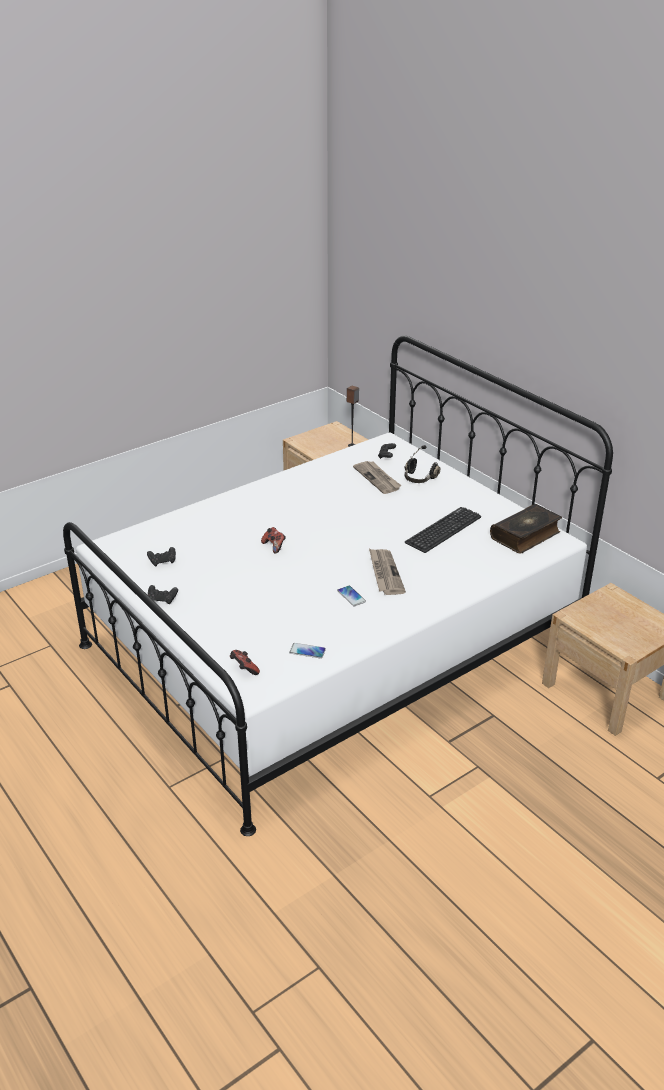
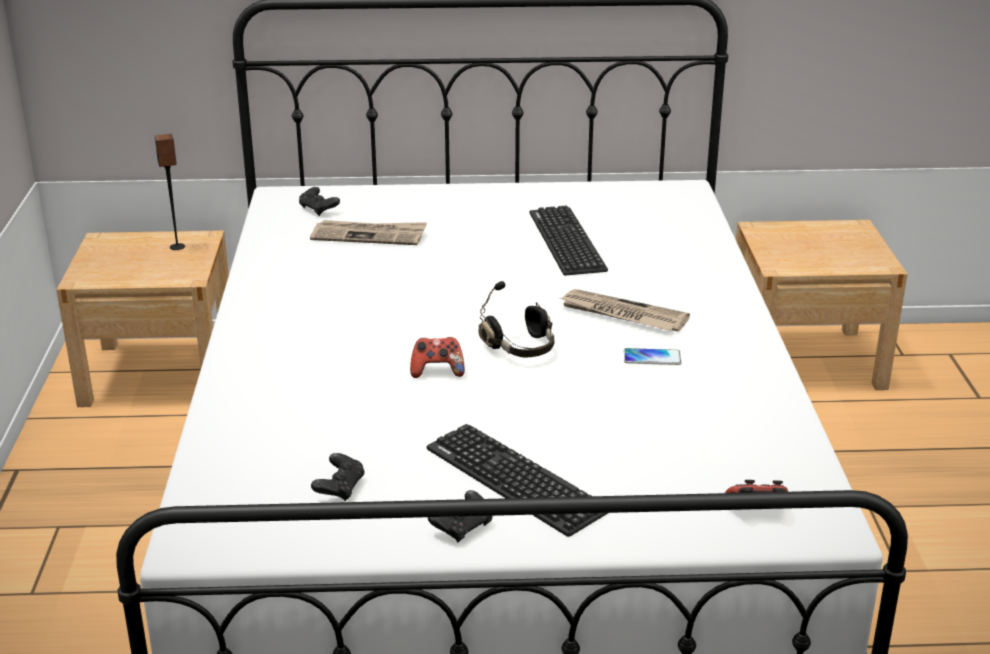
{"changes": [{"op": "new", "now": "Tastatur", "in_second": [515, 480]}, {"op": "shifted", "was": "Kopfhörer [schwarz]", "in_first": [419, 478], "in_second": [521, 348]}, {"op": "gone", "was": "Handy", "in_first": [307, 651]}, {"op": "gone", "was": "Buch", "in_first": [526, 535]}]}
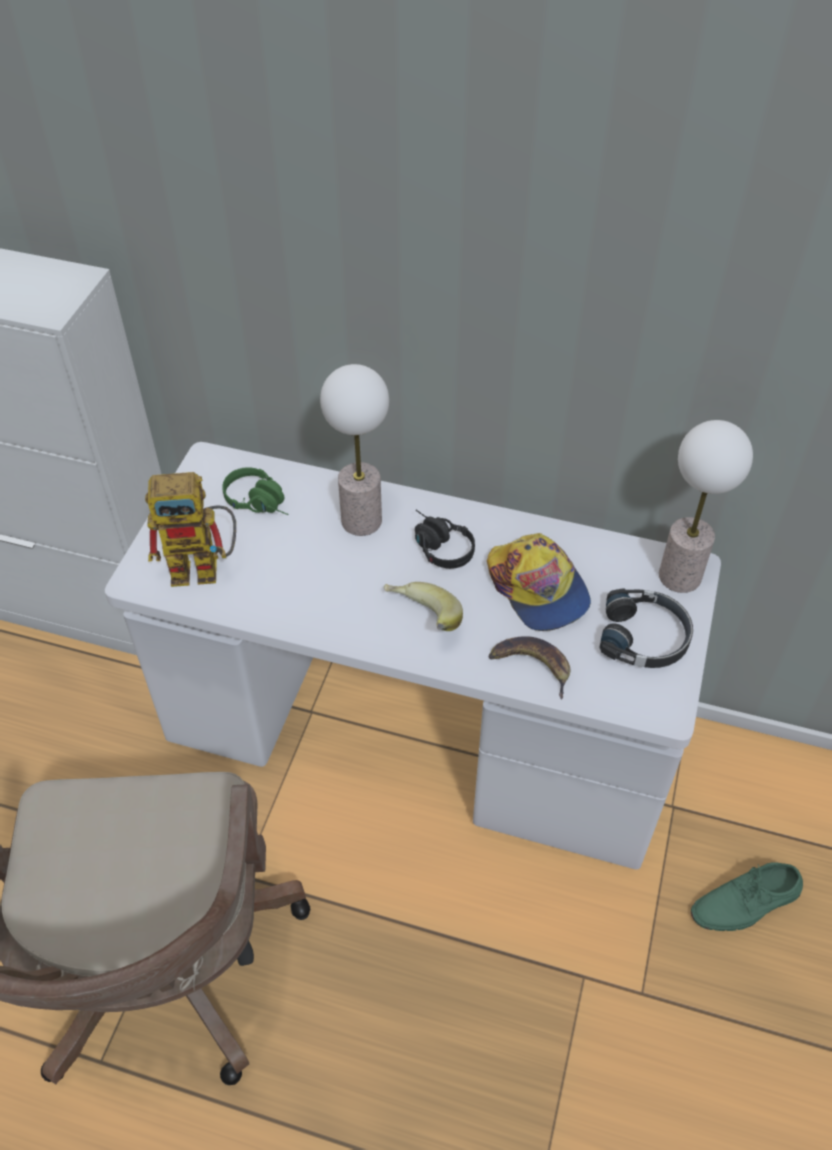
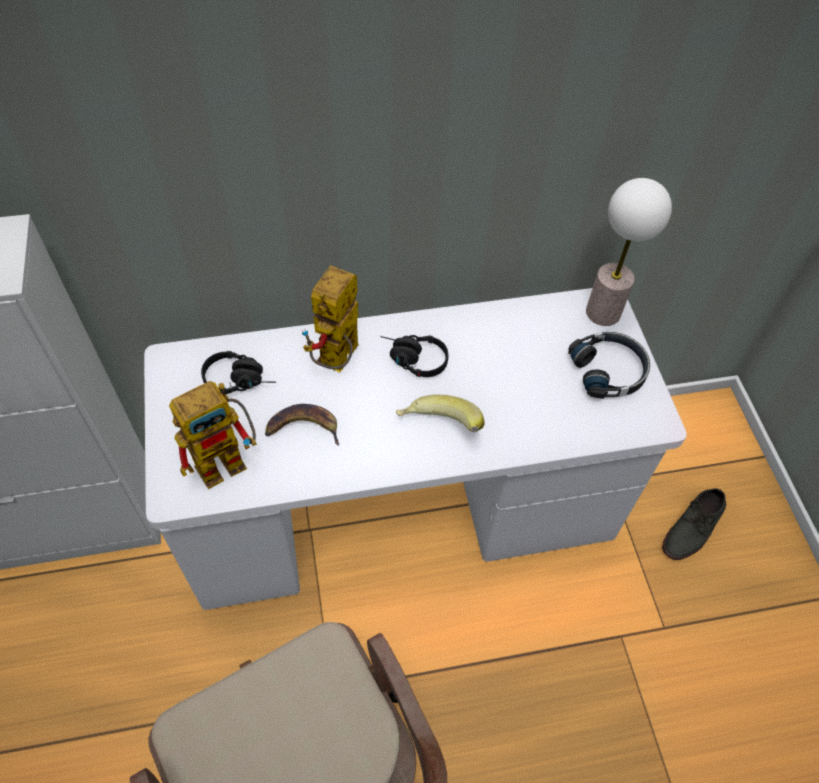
{"changes": [{"op": "repainted", "was": "Kopfhörer [grün]", "now": "Kopfhörer [schwarz]", "in_first": [261, 503], "in_second": [241, 380]}, {"op": "shifted", "was": "Banane", "in_first": [532, 665], "in_second": [304, 427]}, {"op": "swapped", "was": "Tischlampe", "now": "Spielzeugroboter", "in_first": [361, 521], "in_second": [337, 363]}, {"op": "repainted", "was": "Schuh [grün]", "now": "Schuh [grau]", "in_first": [746, 903], "in_second": [693, 528]}, {"op": "gone", "was": "Kappe", "in_first": [538, 588]}]}
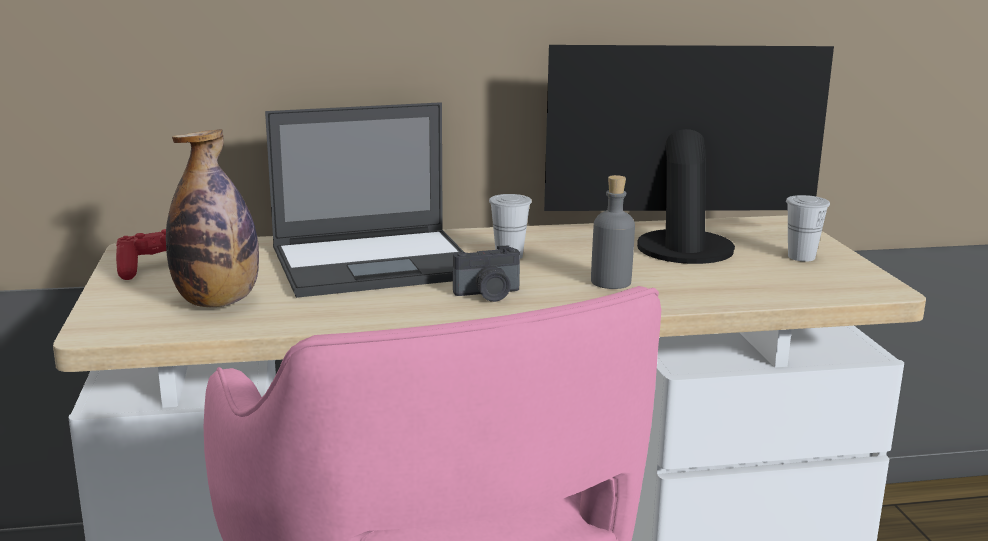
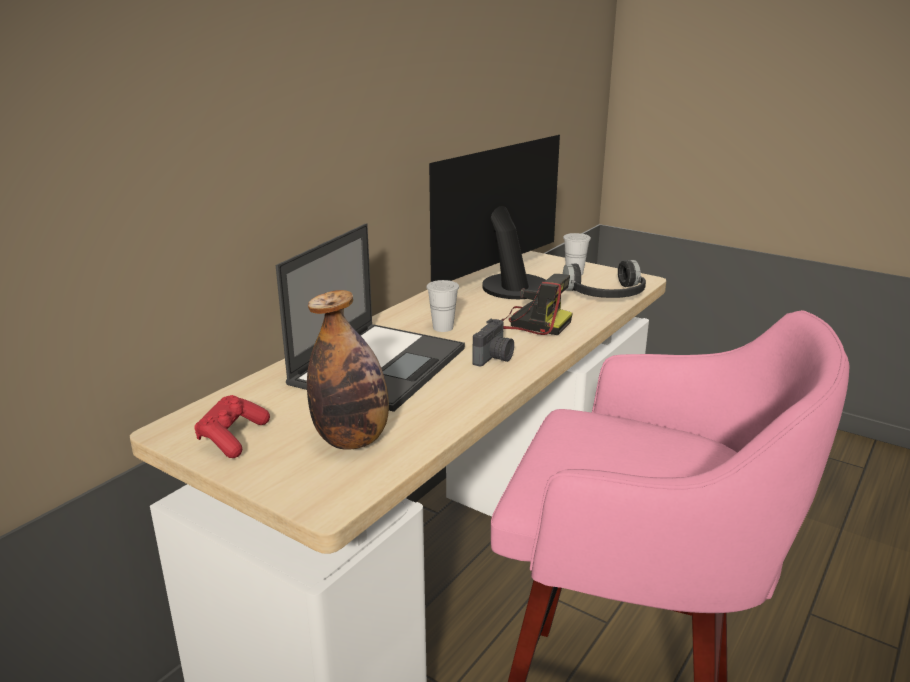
{"changes": [{"op": "swapped", "was": "Flasche [grau]", "now": "Kamera", "in_first": [611, 282], "in_second": [532, 323]}, {"op": "new", "now": "Kopfhörer [schwarz]", "in_second": [606, 294]}]}
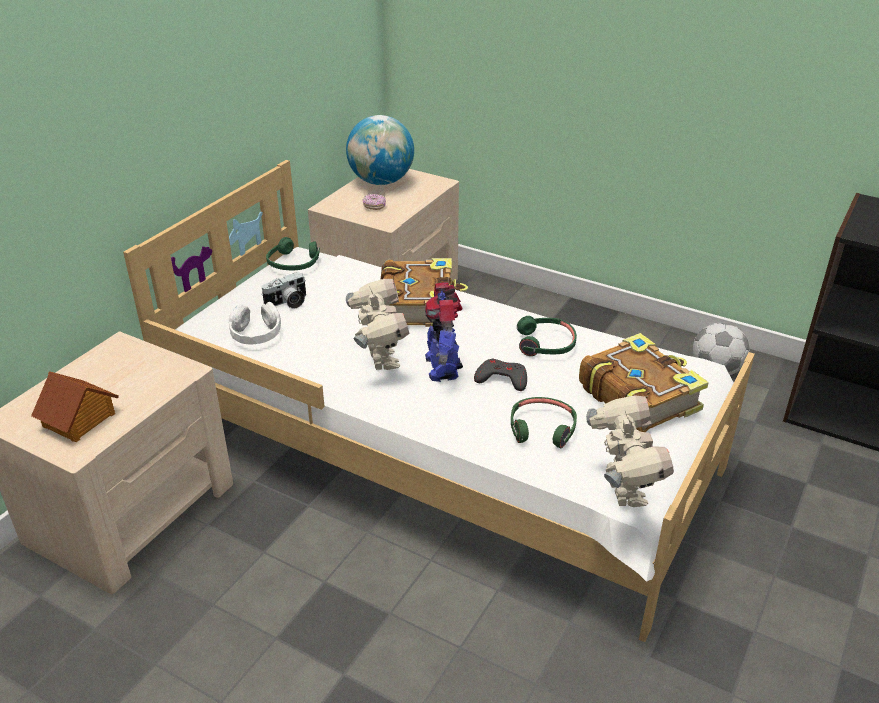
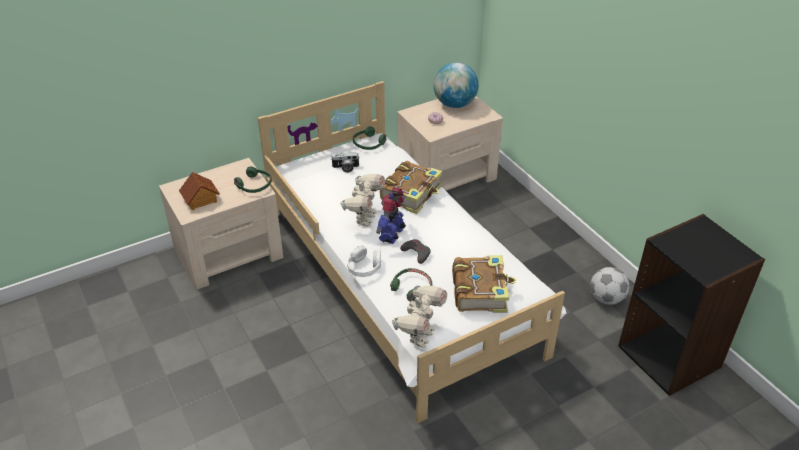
{"changes": [{"op": "shifted", "was": "Kopfhörer [grün]", "in_first": [546, 344], "in_second": [254, 185]}, {"op": "shifted", "was": "Kopfhörer [weiß]", "in_first": [256, 334], "in_second": [364, 267]}]}
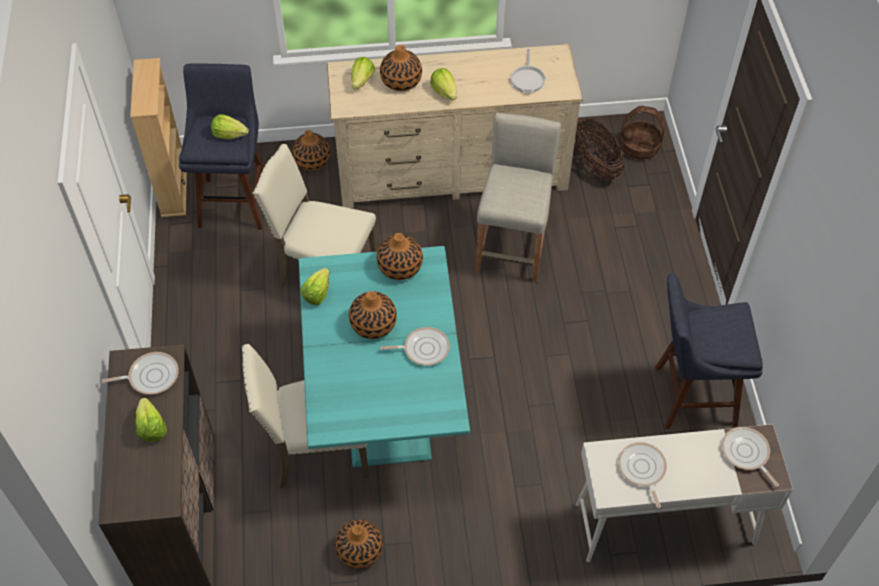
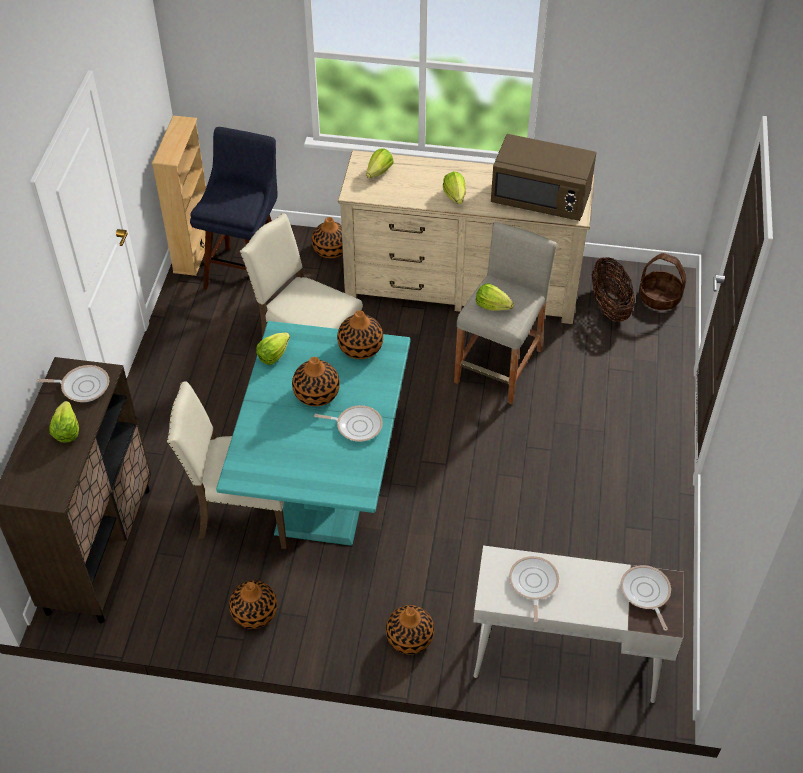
{"changes": [{"op": "shifted", "was": "Vase", "in_first": [401, 81], "in_second": [409, 637]}, {"op": "shifted", "was": "Salatkopf", "in_first": [229, 135], "in_second": [492, 306]}, {"op": "swapped", "was": "Pfanne", "now": "Mikrowelle [braun]", "in_first": [528, 79], "in_second": [541, 199]}, {"op": "gone", "was": "Hocker [blau]", "in_first": [688, 396]}]}
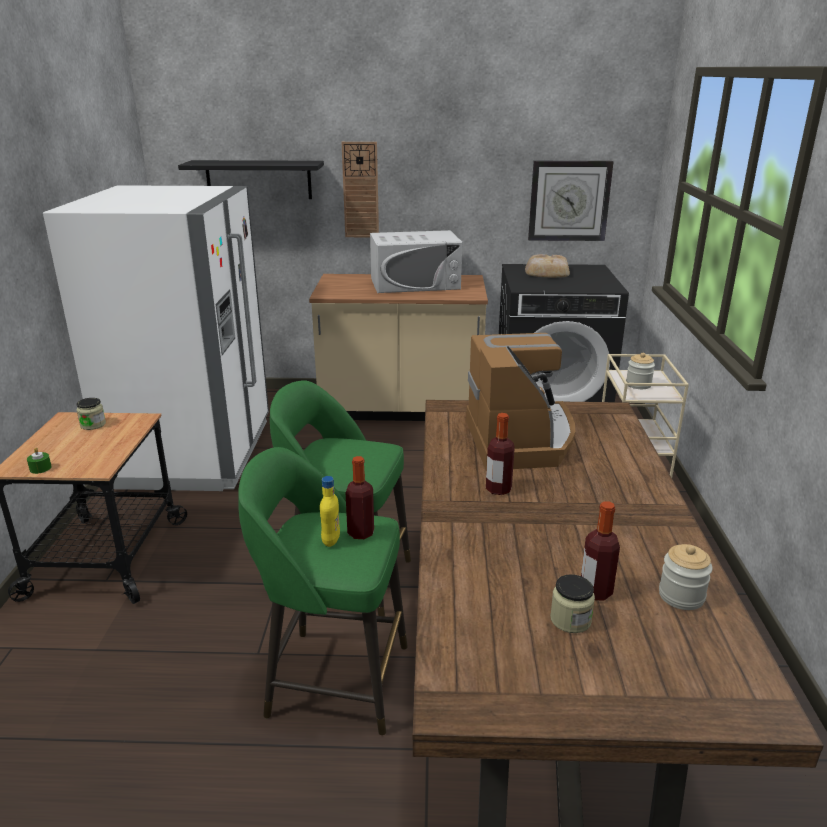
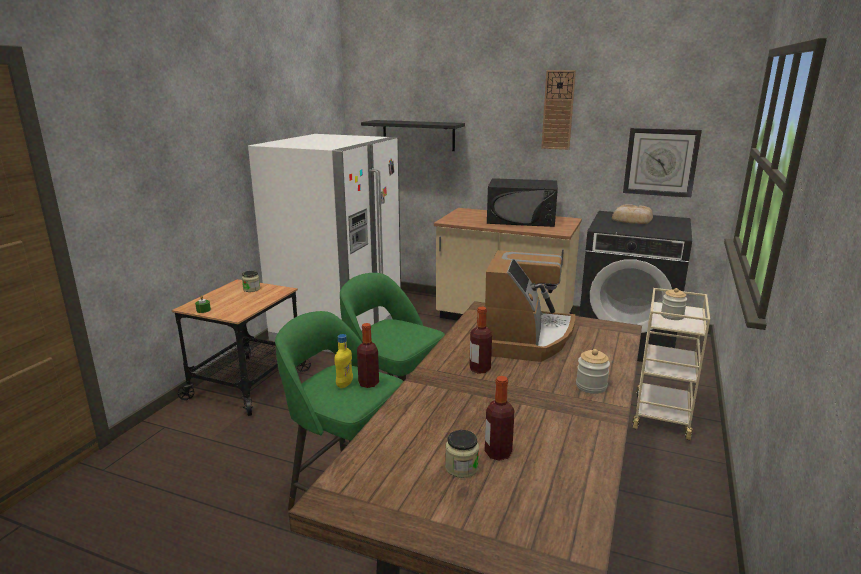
{"changes": [{"op": "repainted", "was": "Mikrowelle [weiß]", "now": "Mikrowelle [schwarz]", "in_first": [415, 283], "in_second": [521, 220]}, {"op": "shifted", "was": "Wanduhr", "in_first": [360, 190], "in_second": [558, 110]}, {"op": "shifted", "was": "Vorratsglas", "in_first": [681, 596], "in_second": [591, 386]}]}
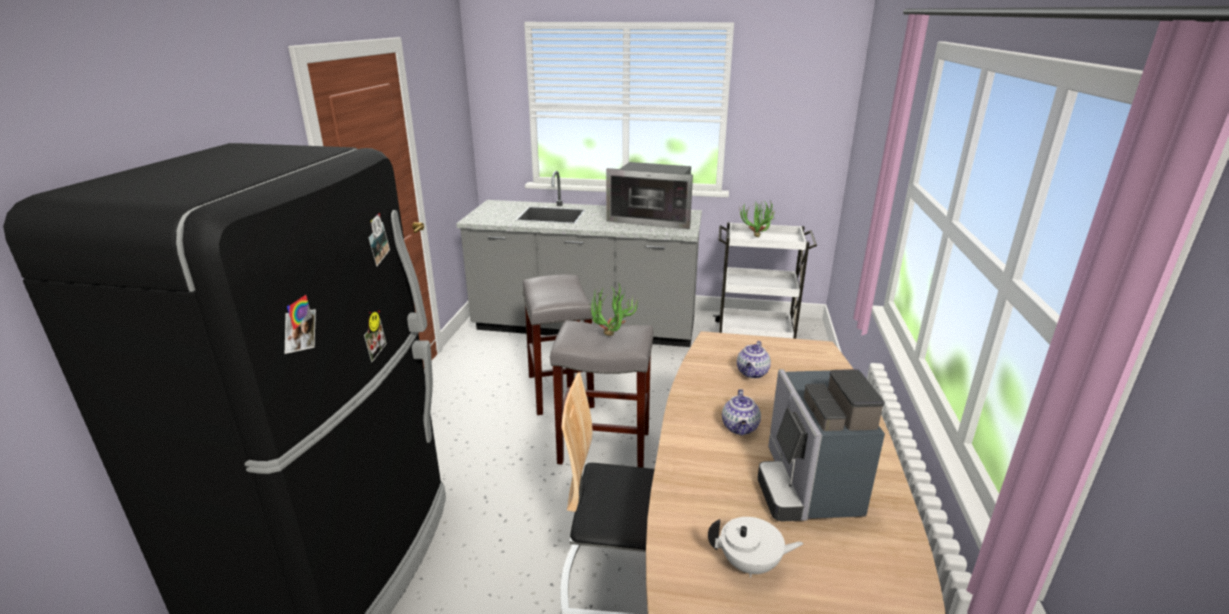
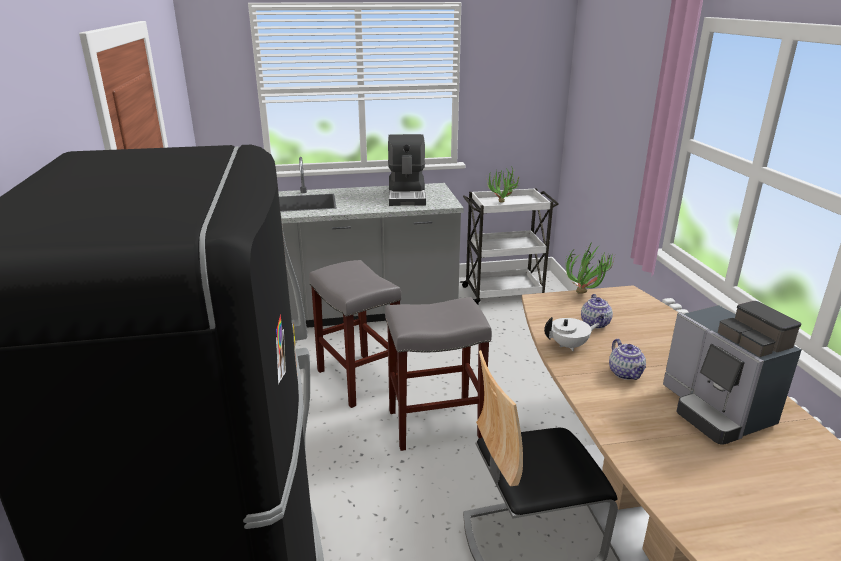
{"changes": [{"op": "swapped", "was": "Mikrowelle", "now": "Kaffeemaschine", "in_first": [652, 219], "in_second": [407, 195]}, {"op": "shifted", "was": "Teekanne [weiß]", "in_first": [750, 564], "in_second": [569, 346]}, {"op": "shifted", "was": "Topfpflanze", "in_first": [612, 338], "in_second": [586, 295]}]}
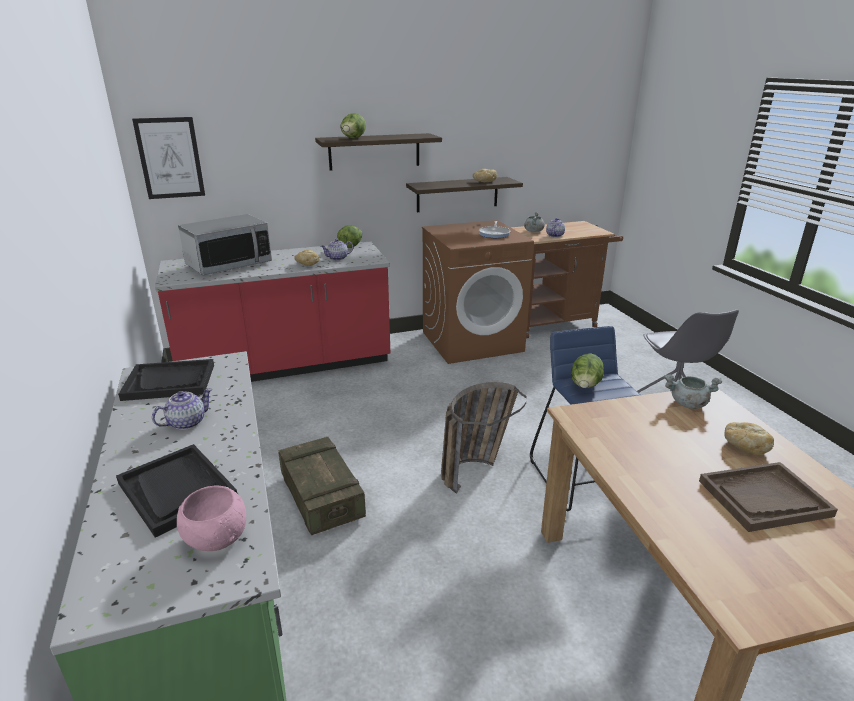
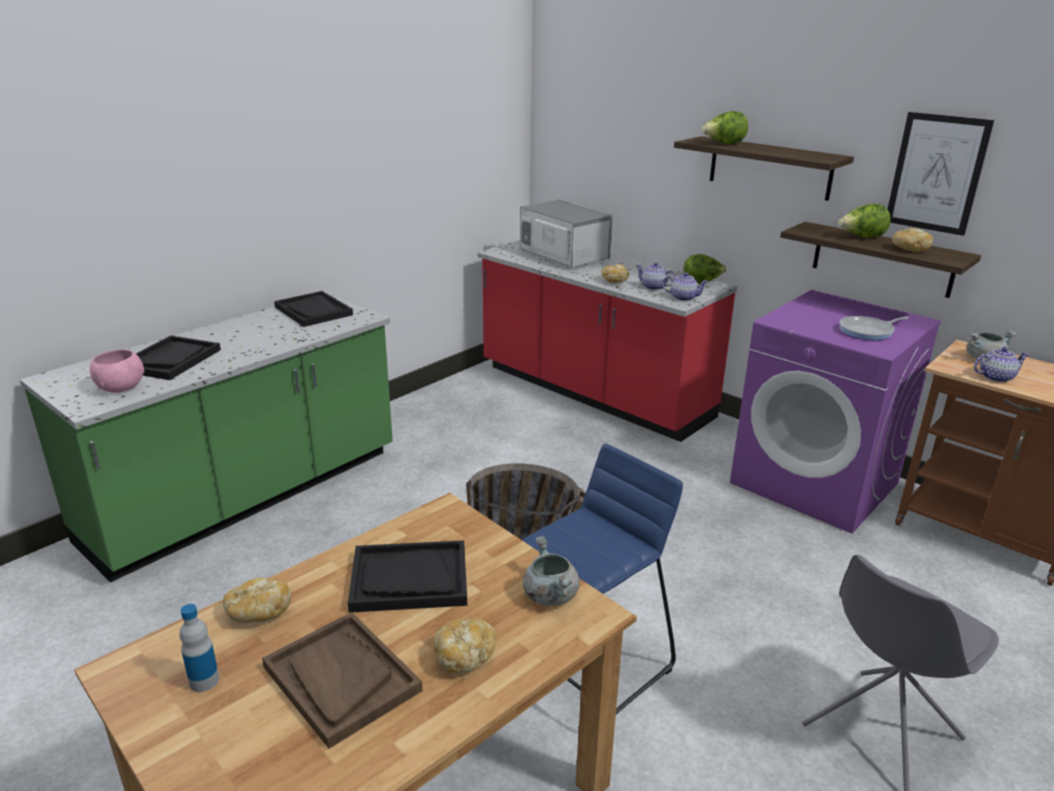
{"changes": [{"op": "new", "now": "Flasche", "in_second": [204, 681]}, {"op": "new", "now": "Brot", "in_second": [258, 613]}, {"op": "new", "now": "Tablett [schwarz]", "in_second": [409, 579]}, {"op": "rotated", "was": "Mikrowelle", "in_first": [229, 264], "in_second": [563, 256], "clockwise": -150}, {"op": "shifted", "was": "Teekanne", "in_first": [186, 423], "in_second": [683, 297]}, {"op": "repainted", "was": "Waschmaschine [braun]", "now": "Waschmaschine [lila]", "in_first": [472, 341], "in_second": [815, 483]}, {"op": "shifted", "was": "Salatkopf", "in_first": [585, 387], "in_second": [861, 238]}, {"op": "shifted", "was": "Bild", "in_first": [170, 158], "in_second": [936, 173]}, {"op": "gone", "was": "Kiste", "in_first": [322, 497]}]}
